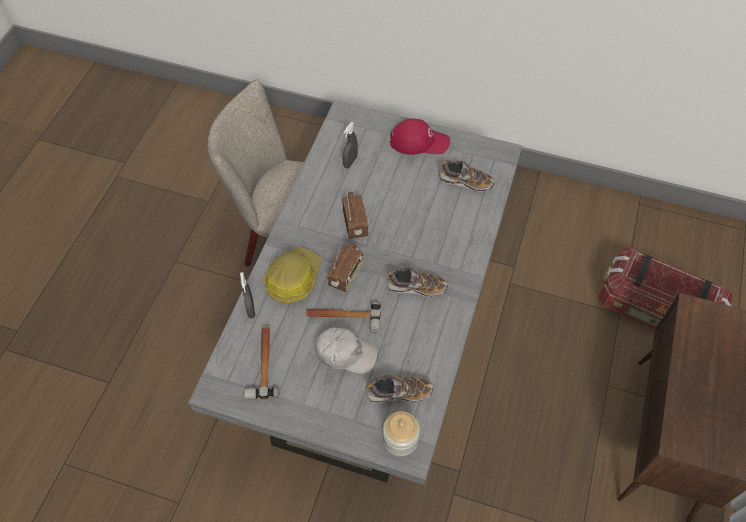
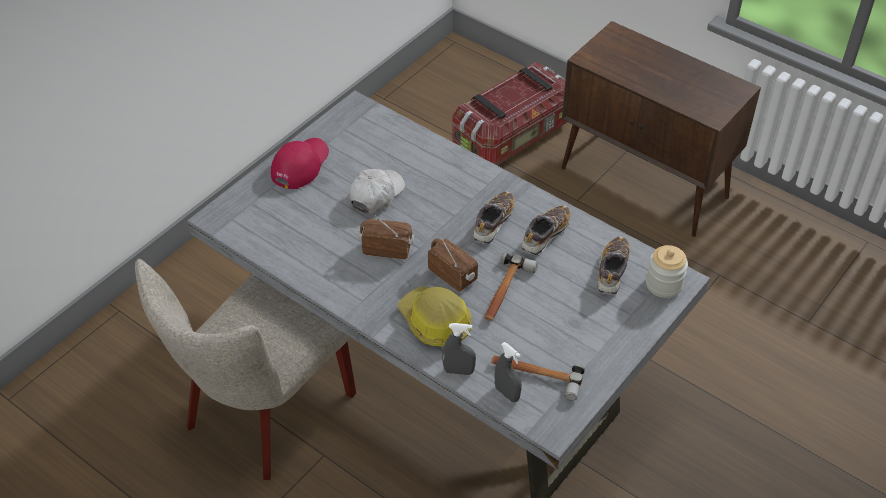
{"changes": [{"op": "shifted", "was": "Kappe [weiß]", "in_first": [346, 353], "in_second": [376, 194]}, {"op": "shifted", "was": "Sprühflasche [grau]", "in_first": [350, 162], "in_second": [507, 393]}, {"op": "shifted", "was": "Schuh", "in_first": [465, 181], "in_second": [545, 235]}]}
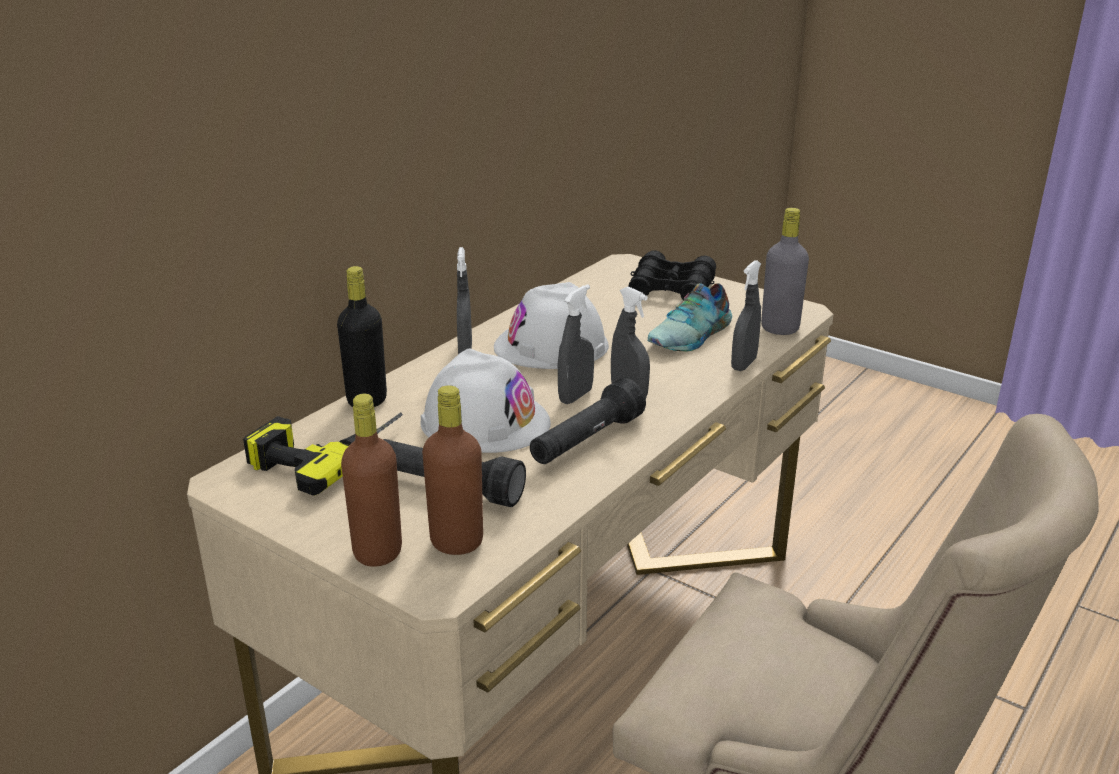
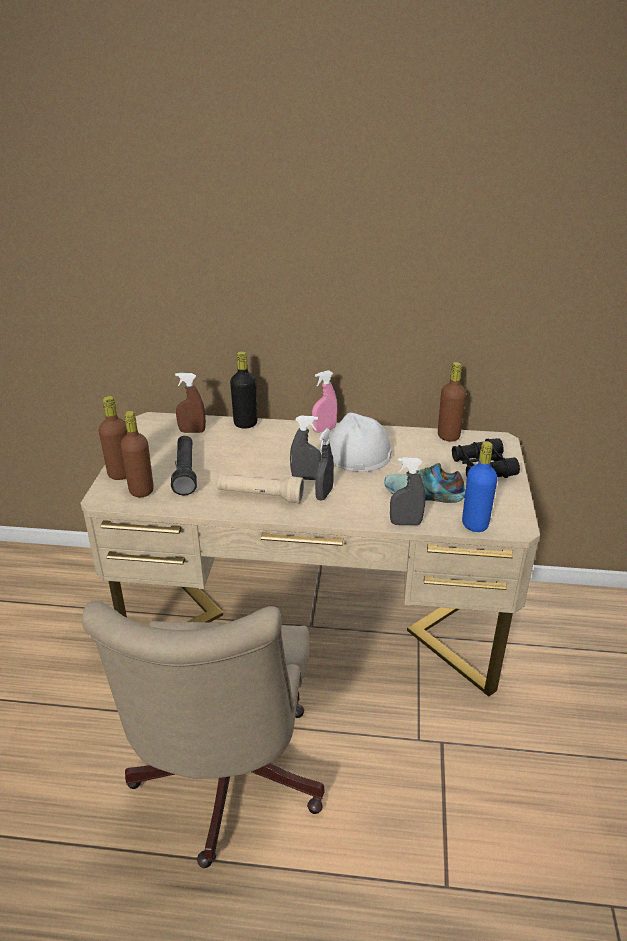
{"changes": [{"op": "swapped", "was": "Bohrmaschine", "now": "Sprühflasche [braun]", "in_first": [325, 450], "in_second": [192, 431]}, {"op": "repainted", "was": "Taschenlampe [schwarz]", "now": "Taschenlampe [beige]", "in_first": [586, 441], "in_second": [260, 496]}, {"op": "repainted", "was": "Sprühflasche [grau]", "now": "Sprühflasche [rosa]", "in_first": [465, 349], "in_second": [324, 429]}, {"op": "new", "now": "Flasche [braun]", "in_second": [448, 436]}, {"op": "repainted", "was": "Flasche [grau]", "now": "Flasche [blau]", "in_first": [780, 328], "in_second": [475, 524]}, {"op": "gone", "was": "Schutzhelm [weiß]", "in_first": [485, 422]}]}
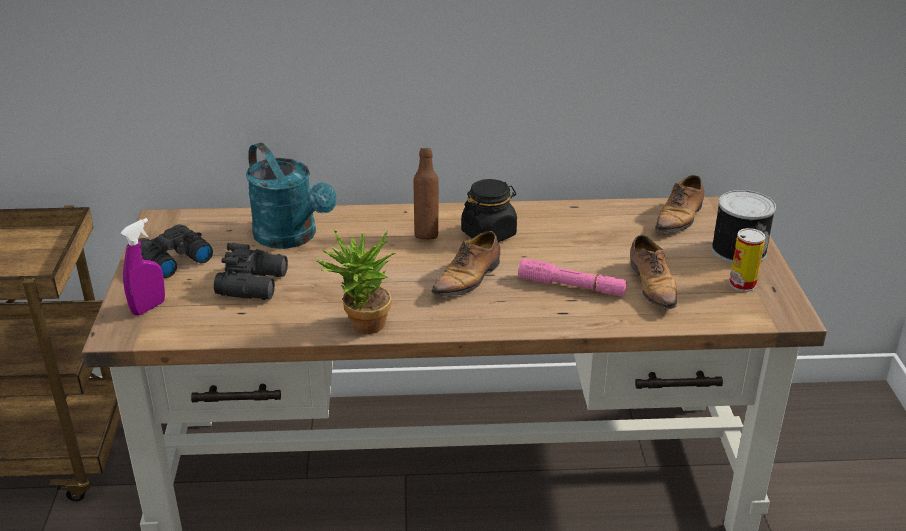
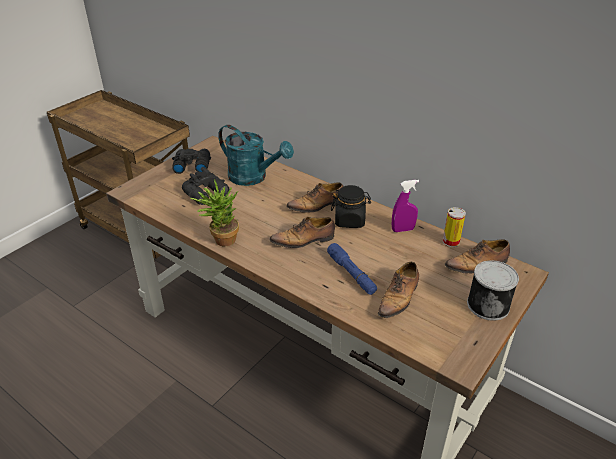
{"changes": [{"op": "rotated", "was": "Gießkanne [türkis]", "in_first": [292, 237], "in_second": [253, 178], "clockwise": -60}, {"op": "swapped", "was": "Flasche [braun]", "now": "Schuh", "in_first": [426, 234], "in_second": [317, 205]}, {"op": "repainted", "was": "Taschenlampe [rosa]", "now": "Taschenlampe [blau]", "in_first": [572, 287], "in_second": [351, 274]}, {"op": "shifted", "was": "Sprühflasche [lila]", "in_first": [148, 307], "in_second": [403, 230]}, {"op": "shifted", "was": "Dose", "in_first": [742, 284], "in_second": [451, 242]}]}
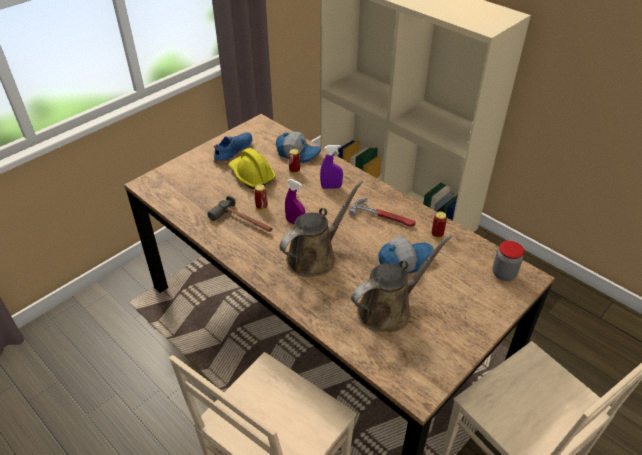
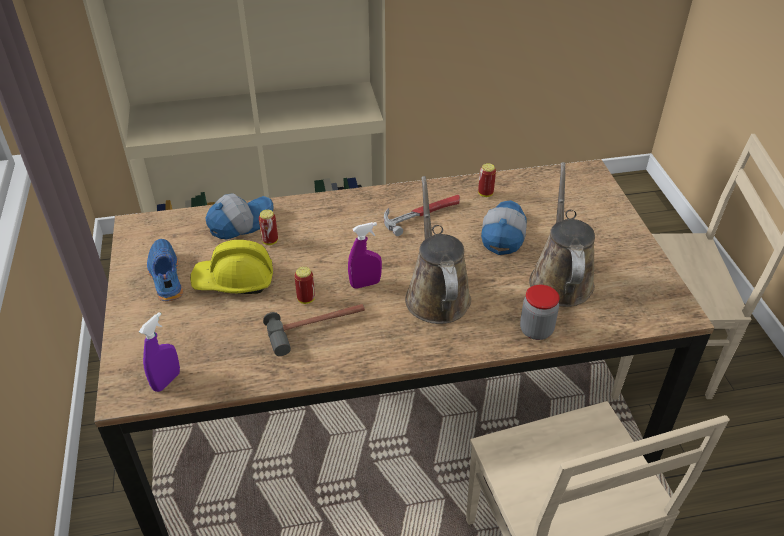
{"changes": [{"op": "shifted", "was": "Sprühflasche [lila]", "in_first": [331, 187], "in_second": [166, 381]}, {"op": "shifted", "was": "Vorratsglas", "in_first": [504, 274], "in_second": [536, 330]}]}
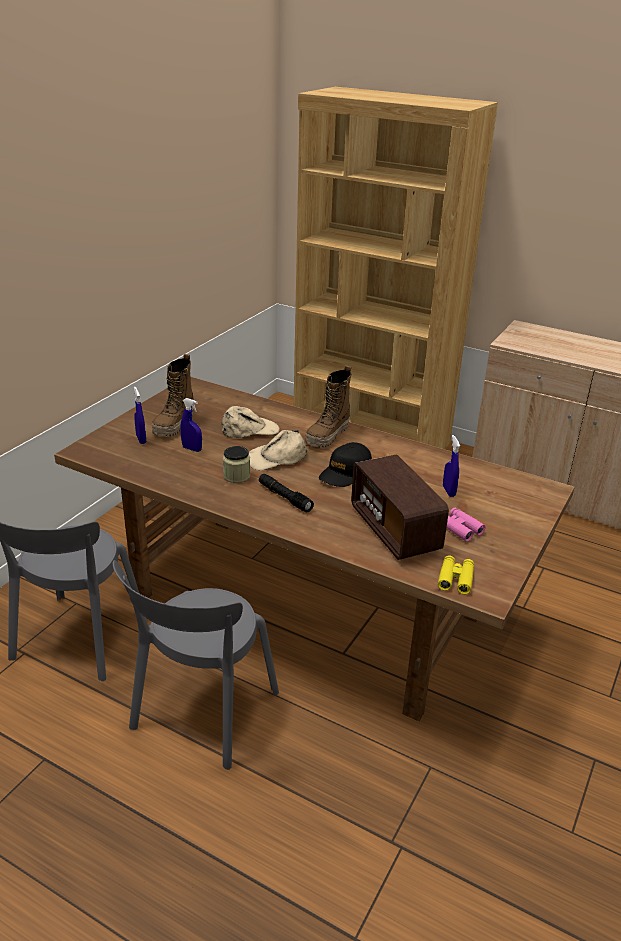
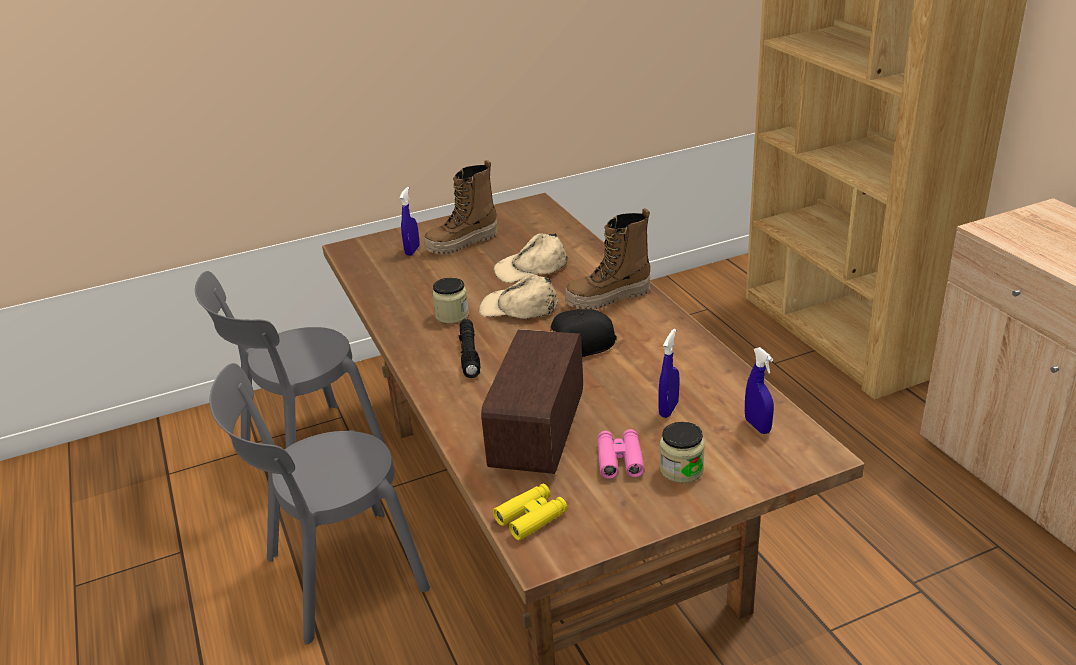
{"changes": [{"op": "rotated", "was": "Kappe [beige]", "in_first": [250, 430], "in_second": [531, 268], "clockwise": 135}, {"op": "new", "now": "Vorratsglas", "in_second": [681, 469]}, {"op": "shifted", "was": "Sprühflasche [blau]", "in_first": [192, 449], "in_second": [757, 426]}]}
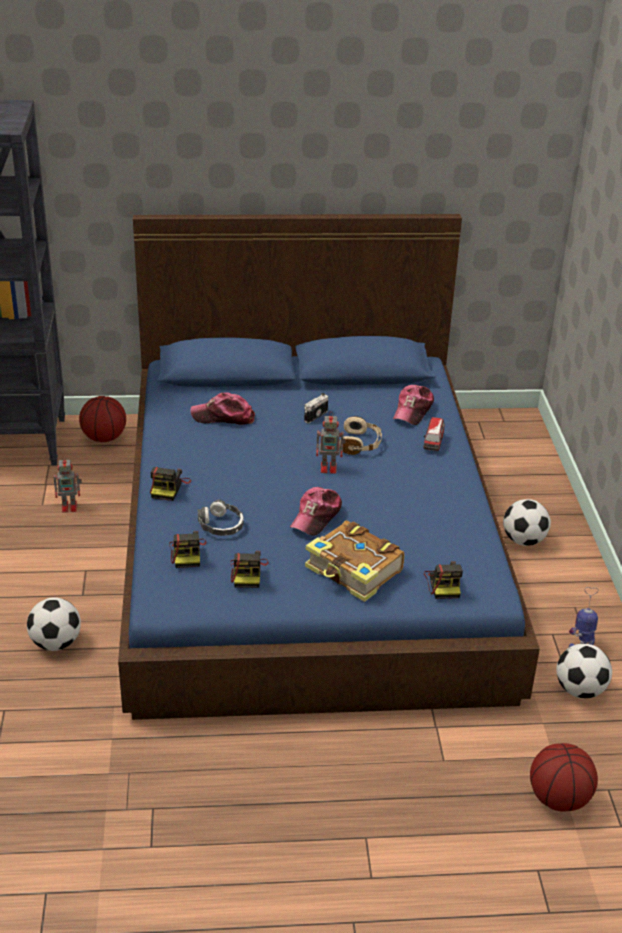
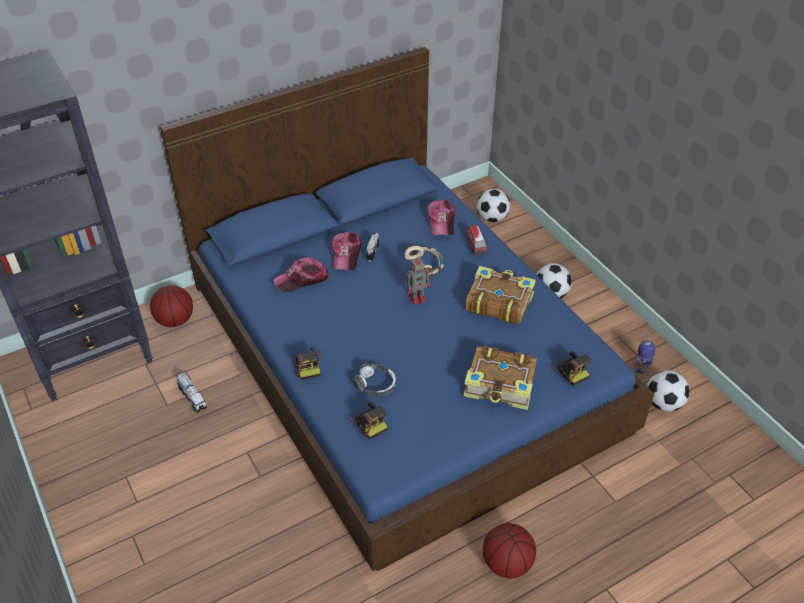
{"changes": [{"op": "swapped", "was": "Spielzeugroboter", "now": "Spielzeuglaster", "in_first": [70, 506], "in_second": [192, 397]}, {"op": "shifted", "was": "Kappe", "in_first": [316, 517], "in_second": [346, 255]}, {"op": "new", "now": "Buch", "in_second": [498, 302]}, {"op": "shifted", "was": "Fußball", "in_first": [56, 643], "in_second": [492, 218]}, {"op": "shifted", "was": "Basketball", "in_first": [559, 798], "in_second": [507, 563]}, {"op": "gone", "was": "Kamera", "in_first": [248, 573]}]}
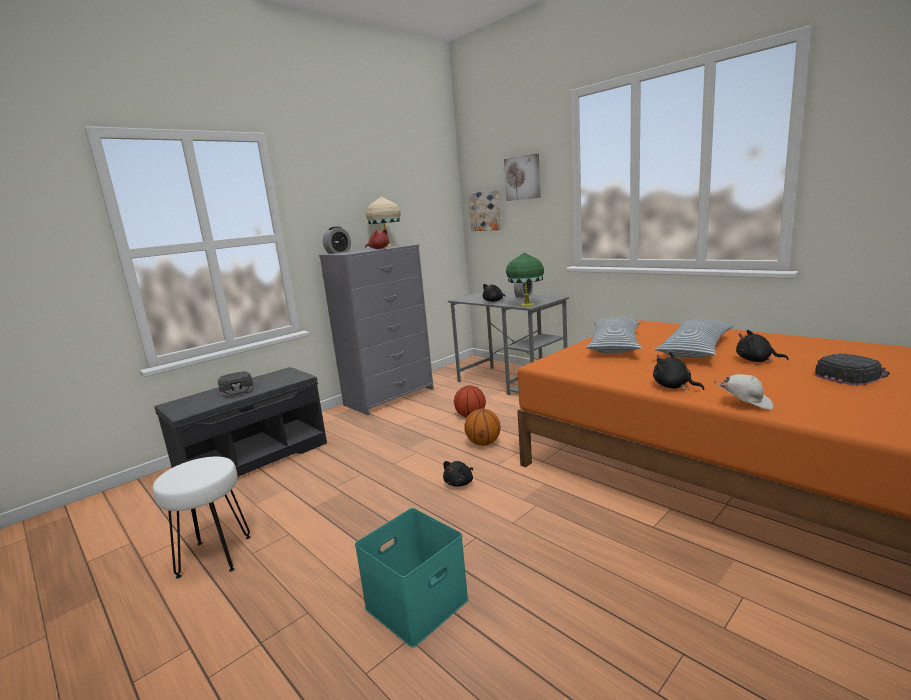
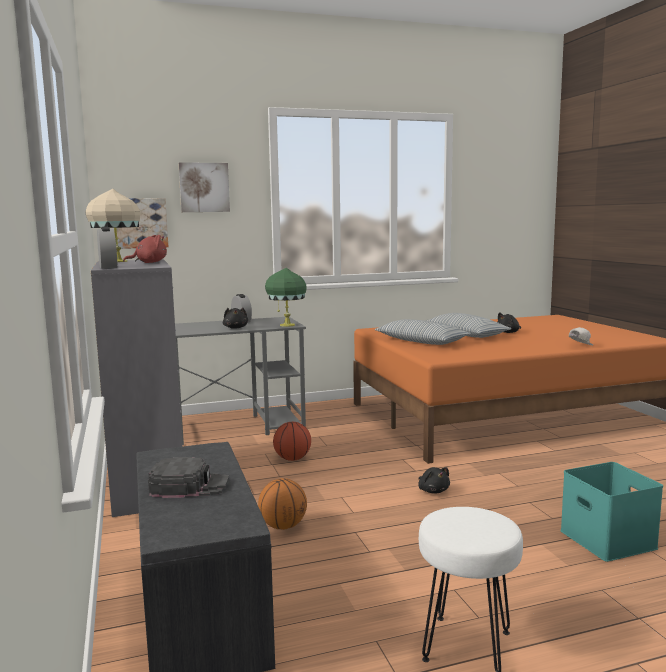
{"changes": [{"op": "shifted", "was": "Basketball", "in_first": [483, 443], "in_second": [283, 526]}, {"op": "gone", "was": "Plüschtier [schwarz]", "in_first": [673, 386]}, {"op": "gone", "was": "Kappe [schwarz]", "in_first": [851, 375]}]}
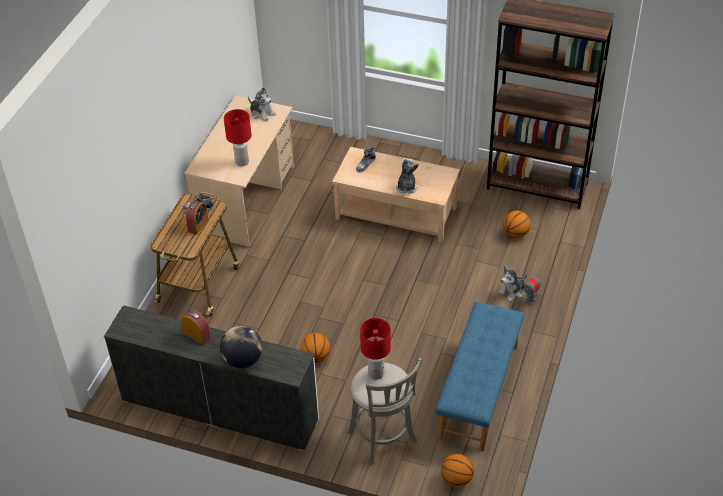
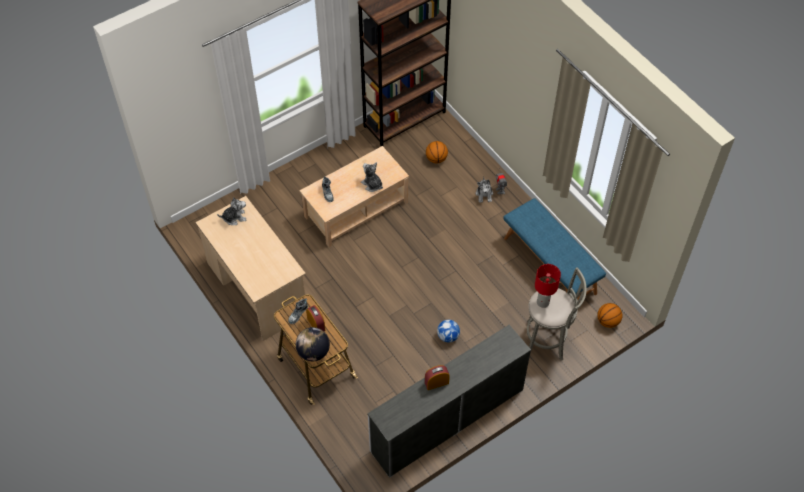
{"changes": [{"op": "shifted", "was": "Globus", "in_first": [243, 360], "in_second": [313, 352]}, {"op": "swapped", "was": "Basketball", "now": "Fußball", "in_first": [315, 357], "in_second": [448, 336]}, {"op": "gone", "was": "Tischlampe [rot]", "in_first": [242, 162]}]}
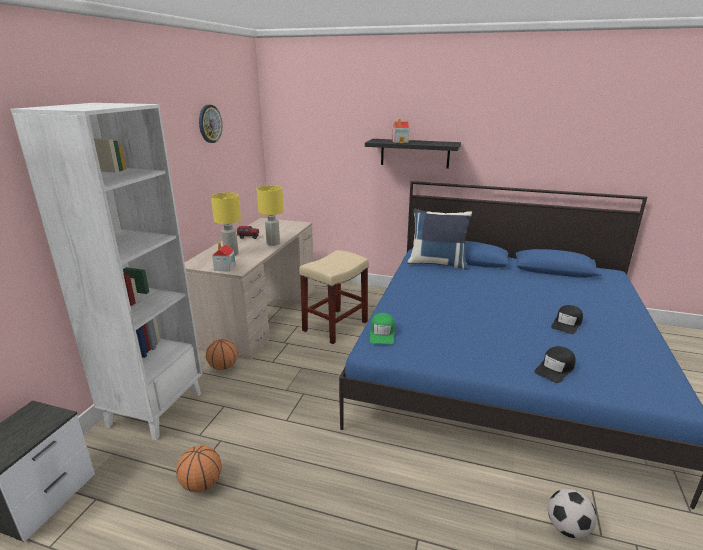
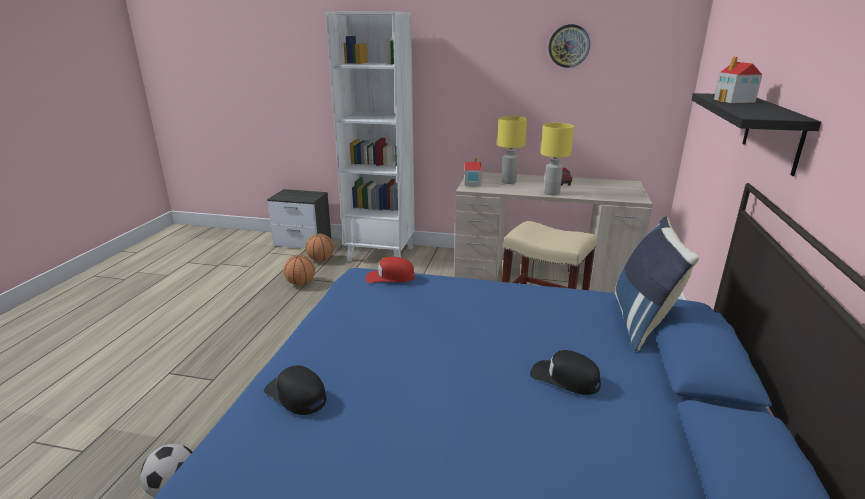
{"changes": [{"op": "shifted", "was": "Basketball", "in_first": [223, 367], "in_second": [321, 260]}, {"op": "repainted", "was": "Kappe [grün]", "now": "Kappe [rot]", "in_first": [382, 333], "in_second": [390, 277]}, {"op": "shifted", "was": "Kappe [schwarz]", "in_first": [567, 324], "in_second": [565, 378]}]}
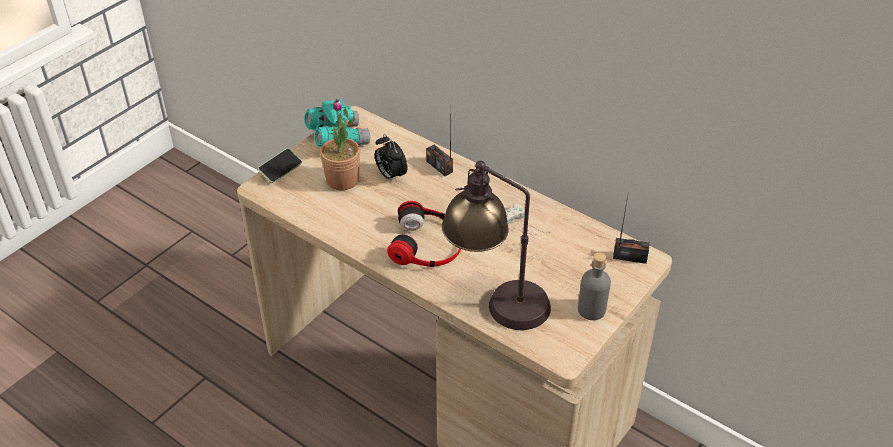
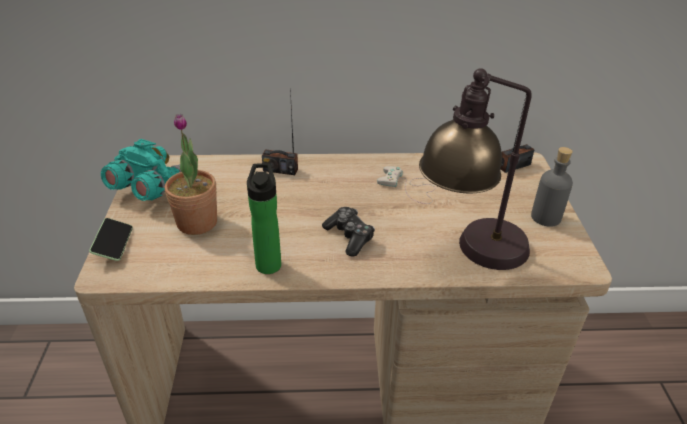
{"changes": [{"op": "new", "now": "Flasche", "in_second": [268, 262]}, {"op": "swapped", "was": "Kopfhörer", "now": "Gamepad", "in_first": [427, 243], "in_second": [349, 237]}, {"op": "gone", "was": "Wecker", "in_first": [390, 175]}]}
